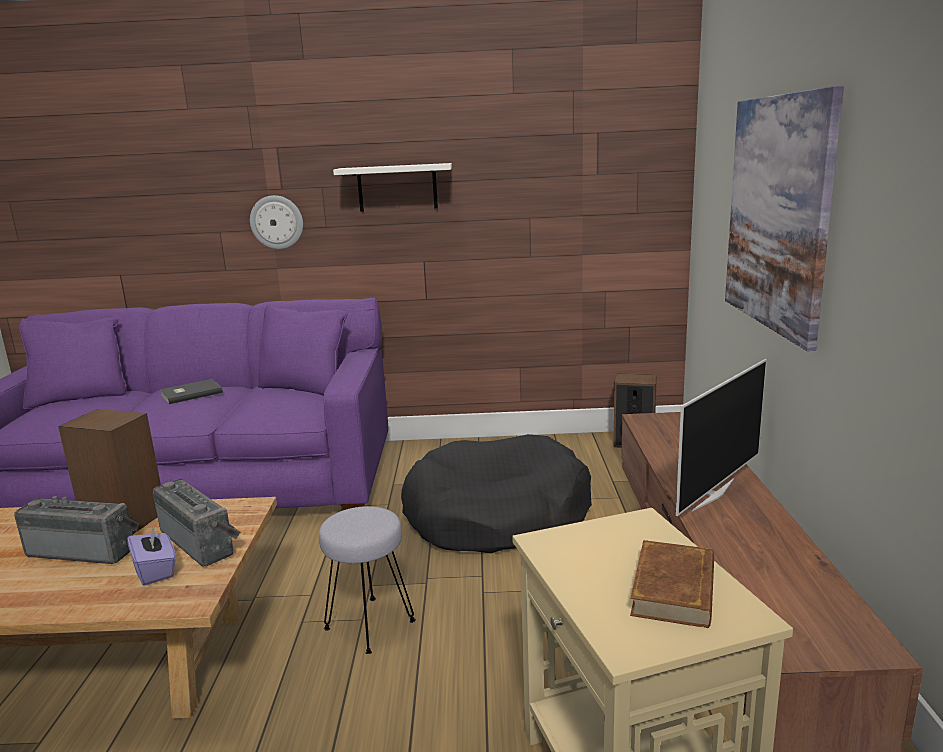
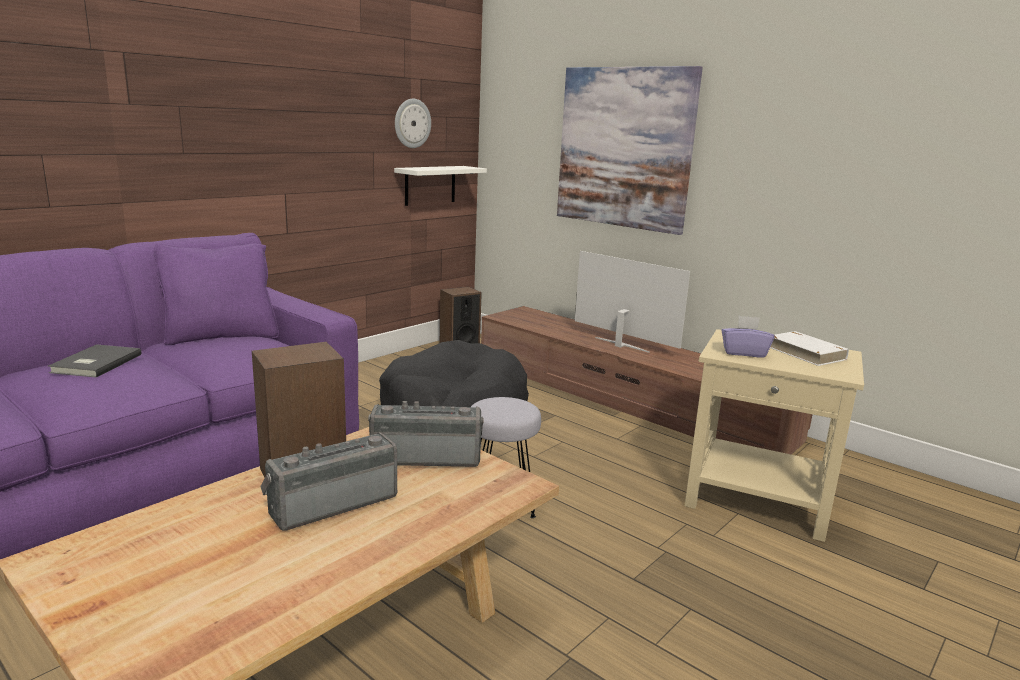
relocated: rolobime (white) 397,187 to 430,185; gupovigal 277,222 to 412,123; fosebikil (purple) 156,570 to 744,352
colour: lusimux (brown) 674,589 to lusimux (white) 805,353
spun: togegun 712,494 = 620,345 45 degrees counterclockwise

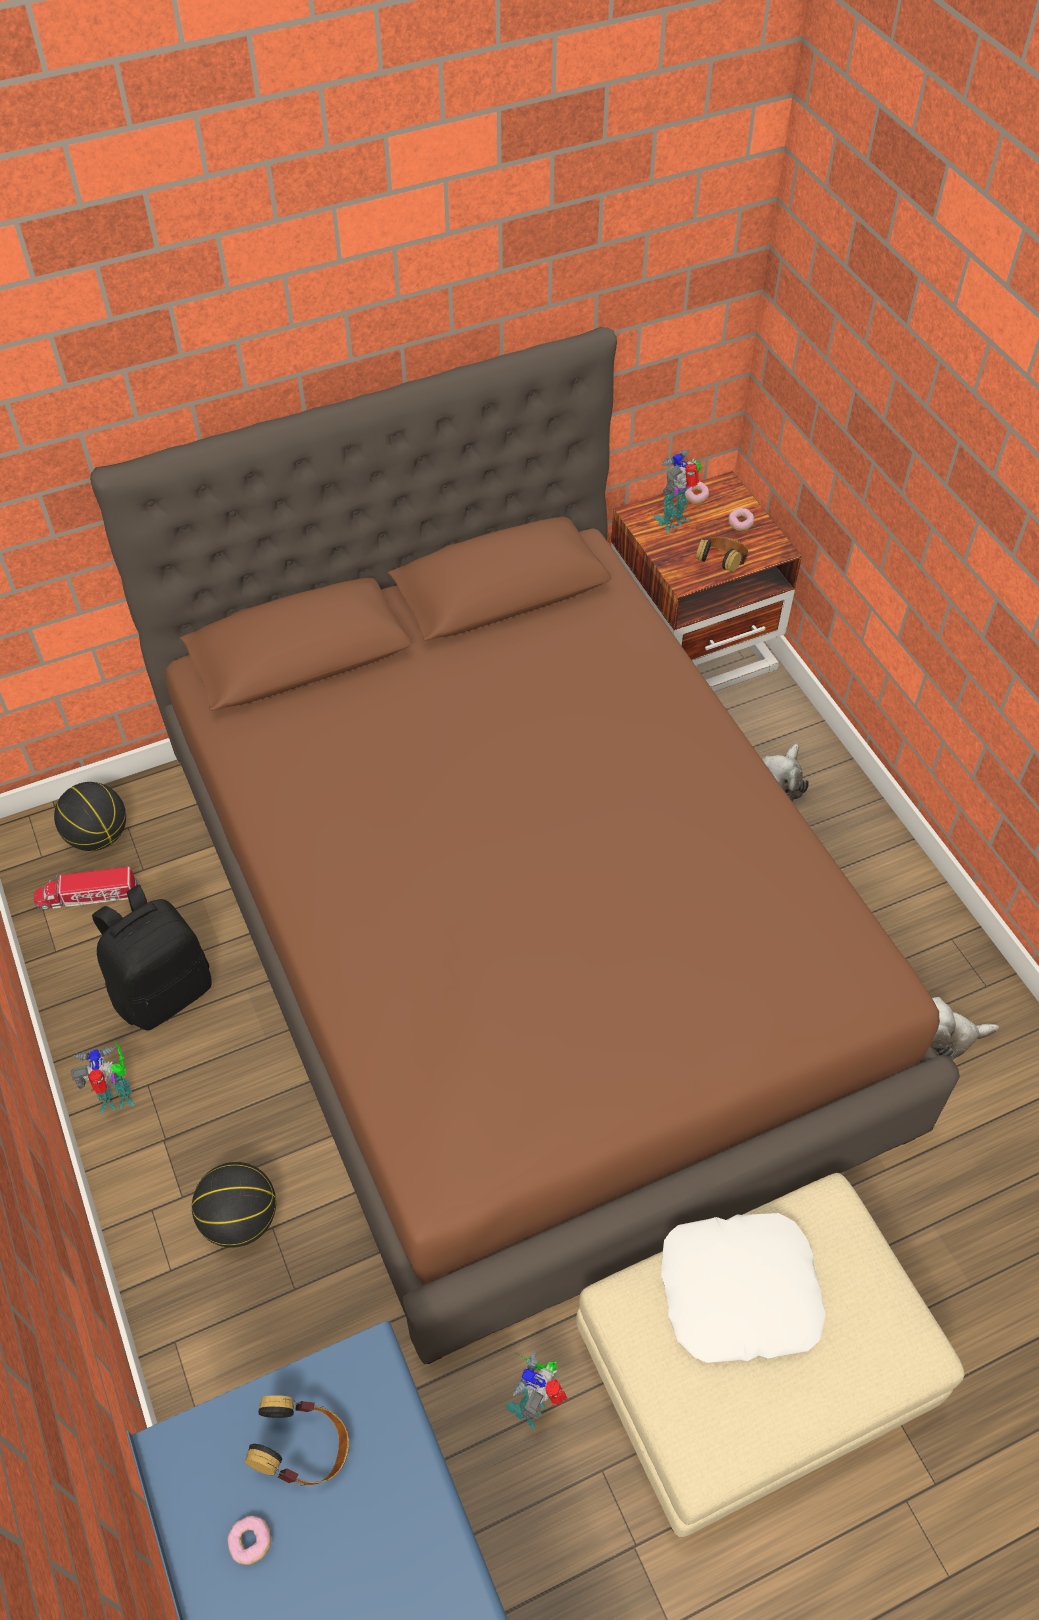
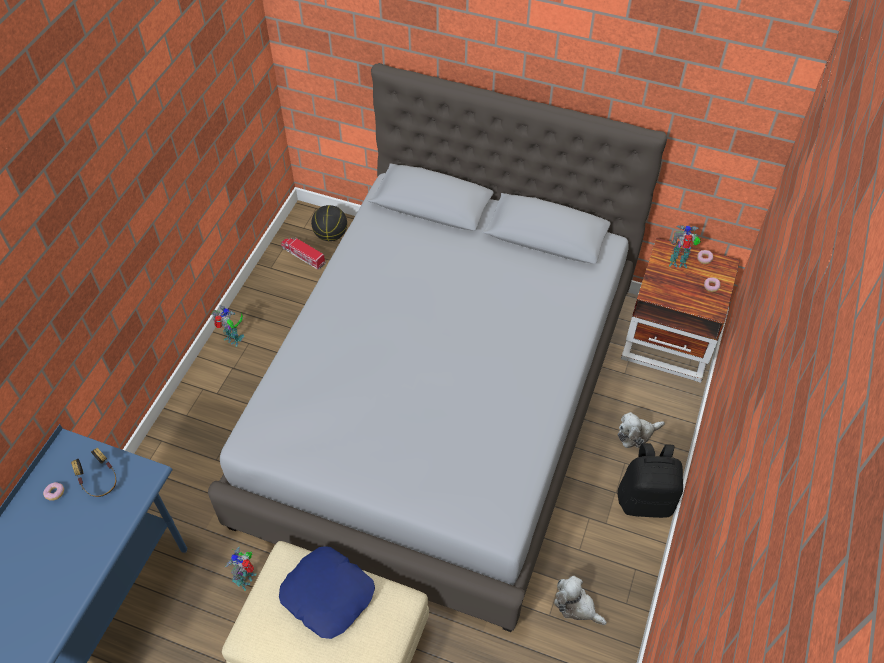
missing: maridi 240,1219; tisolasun 721,566
relocated: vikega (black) 164,990 to 646,499
colour: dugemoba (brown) 519,936 to dugemoba (grey) 443,403; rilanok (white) 739,1291 to rilanok (blue) 328,594
spun: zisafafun 534,1404 = 247,579 45 degrees counterclockwise

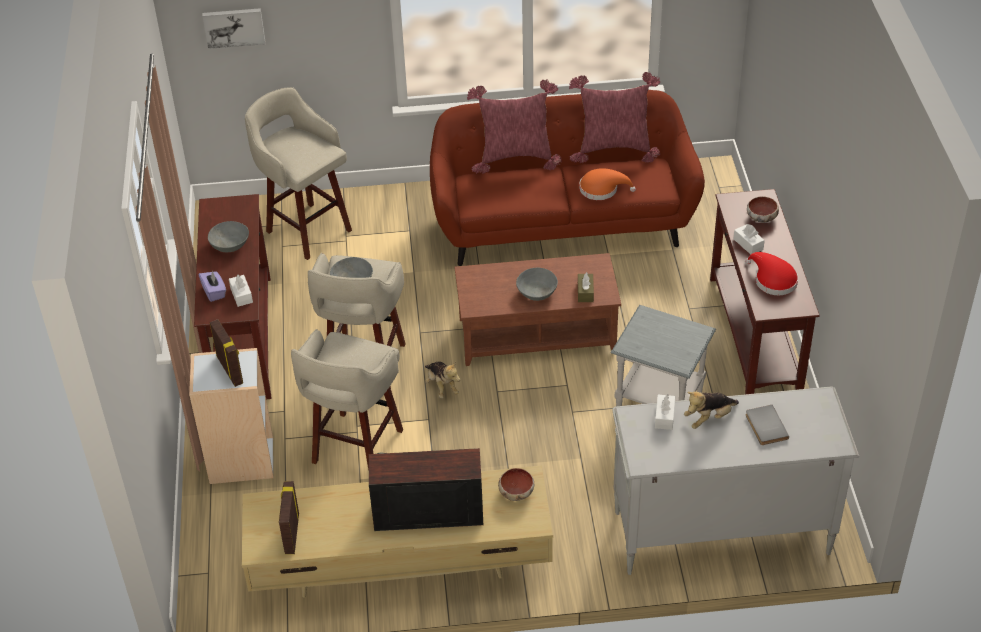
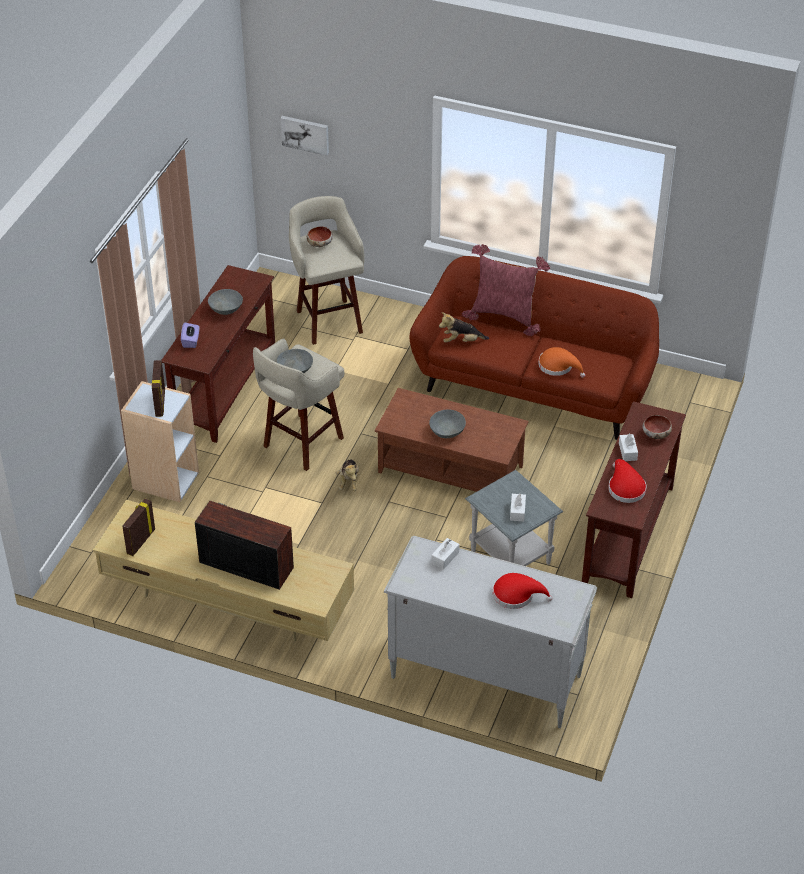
missing: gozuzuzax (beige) 355,449; rilanok (red) 613,154; fosebikil (brown) 585,292
relocated: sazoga 516,492 to 319,243; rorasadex 709,418 to 462,341; fosebikil (white) 241,295 to 517,511
exchanged: lusimux (grey) 765,427 to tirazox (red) 516,595

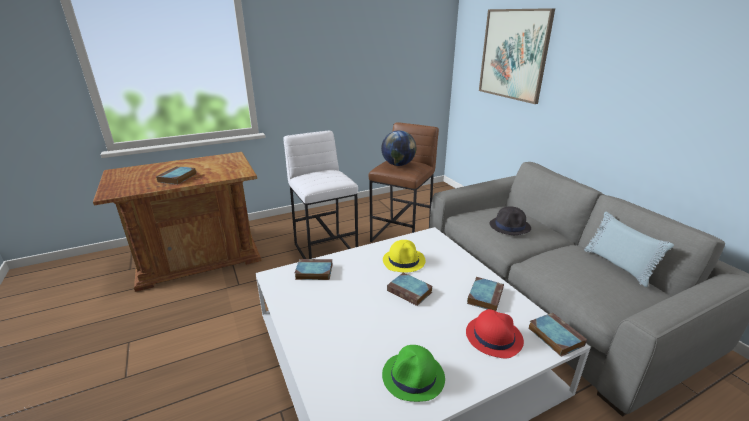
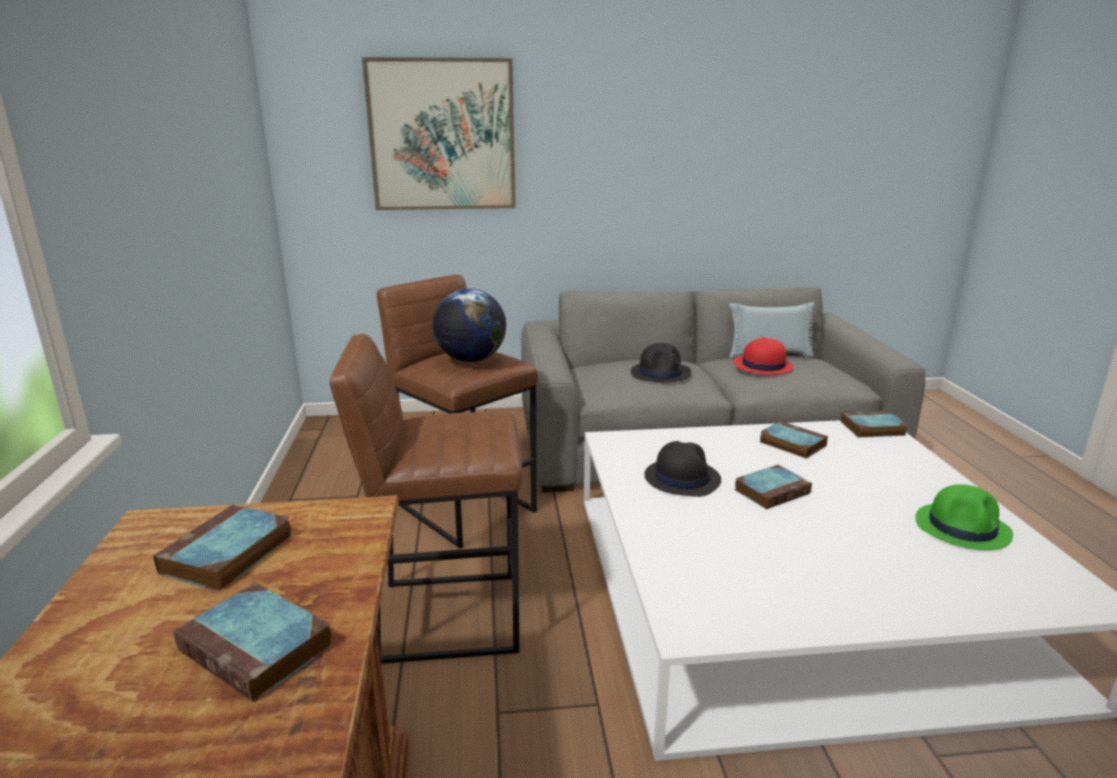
relocated: lusimux 313,272 to 227,555; tirazox (red) 493,336 to 762,366
colour: gozuzuzax (white) 325,250 to gozuzuzax (brown) 446,616; tirazox (yellow) 404,260 to tirazox (black) 681,478

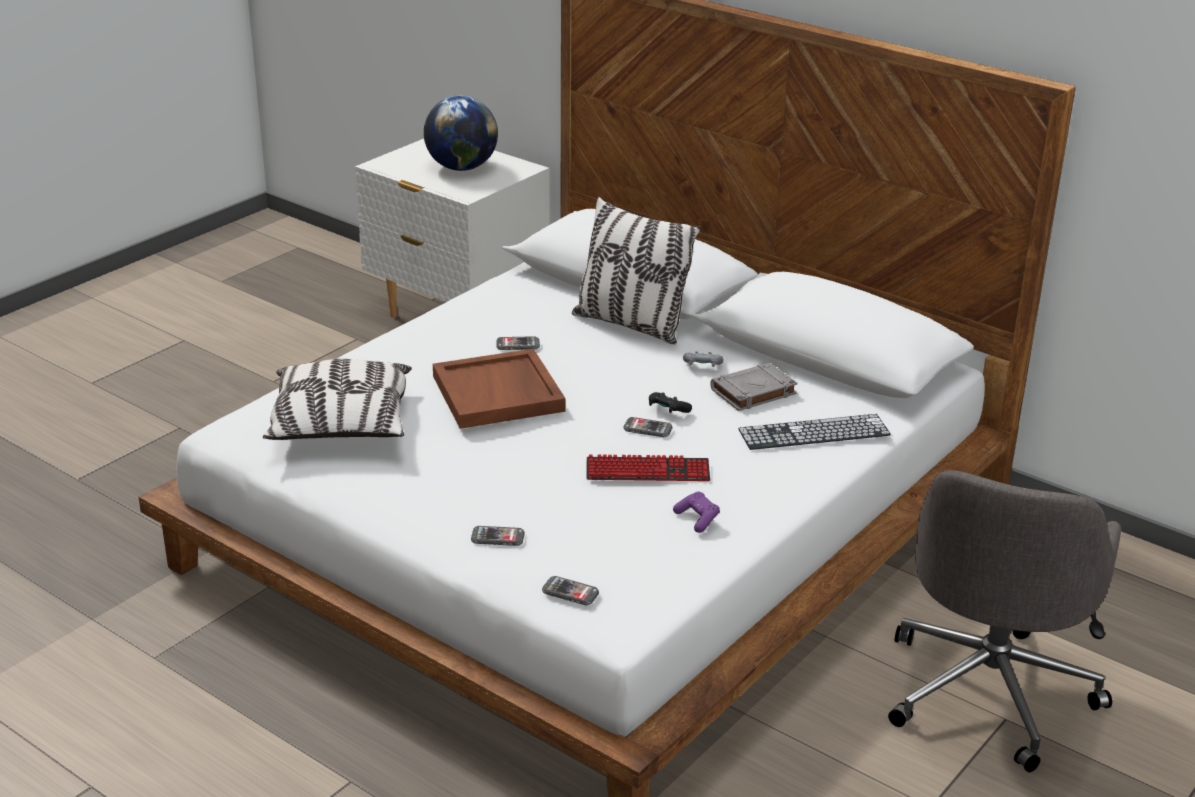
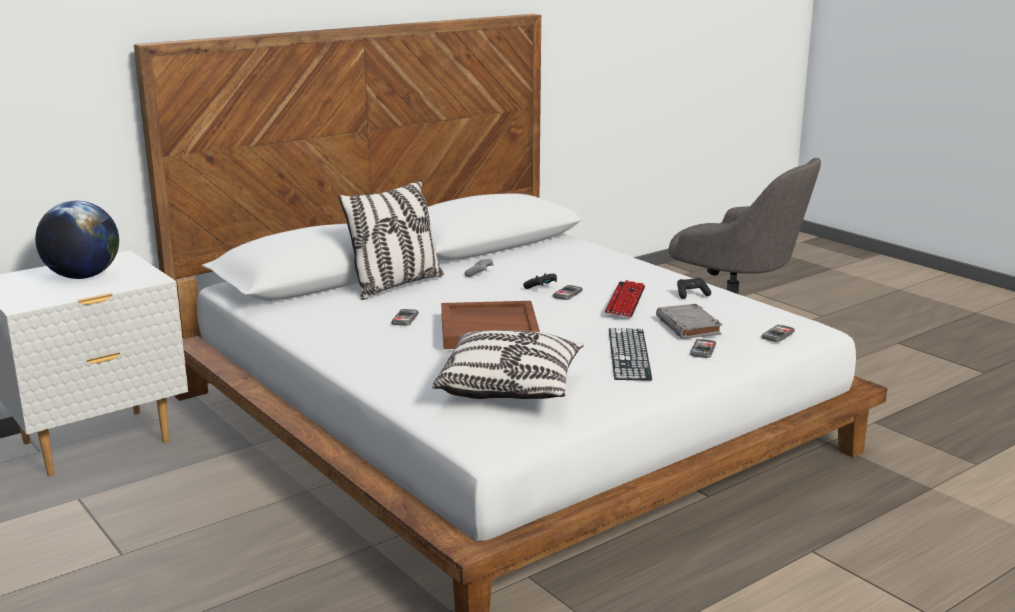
relocated: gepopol 814,432 to 629,354; lusimux (grey) 752,392 to 689,326
colour: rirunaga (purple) 697,519 to rirunaga (black) 691,294

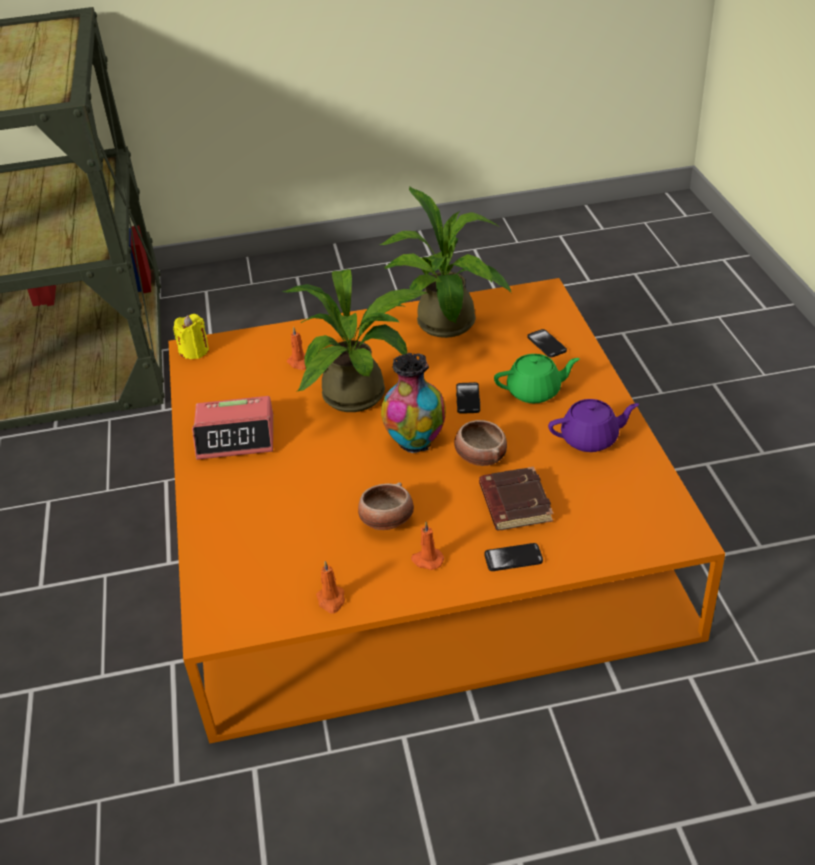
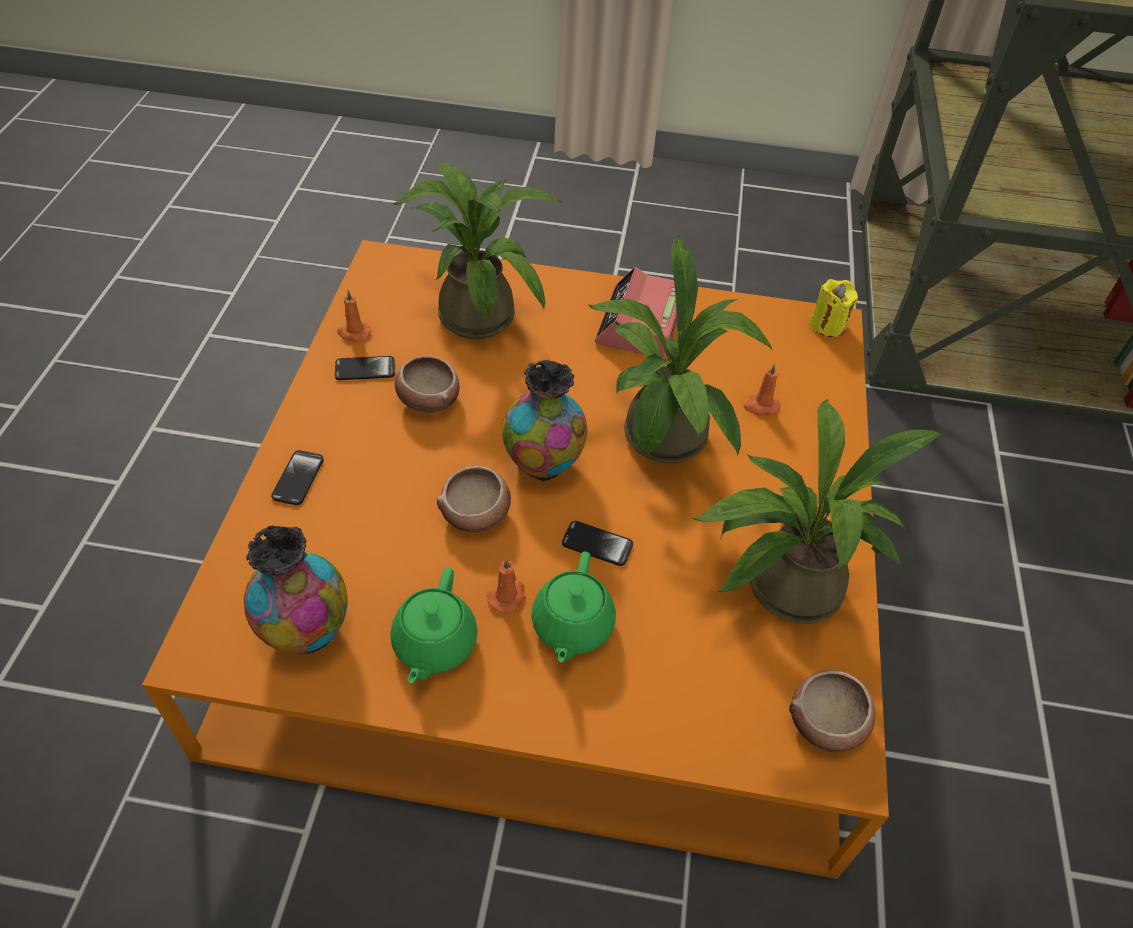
missing: lusimux (brown) 514,503
appeared: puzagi 305,631; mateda 476,310; sazoga 827,722
relocated: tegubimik 546,344 to 365,369; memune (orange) 427,560 to 508,596
colour: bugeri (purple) 591,439 to bugeri (green) 434,644

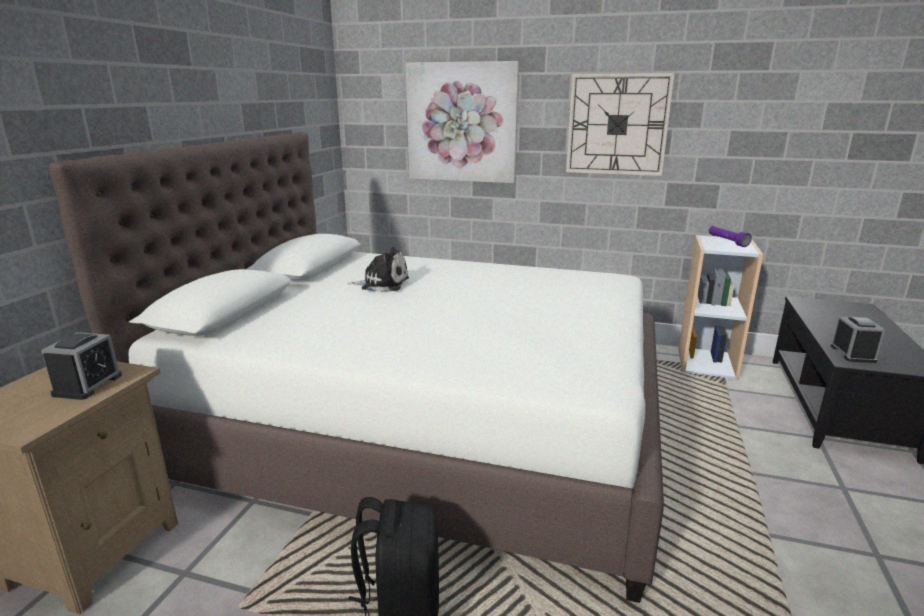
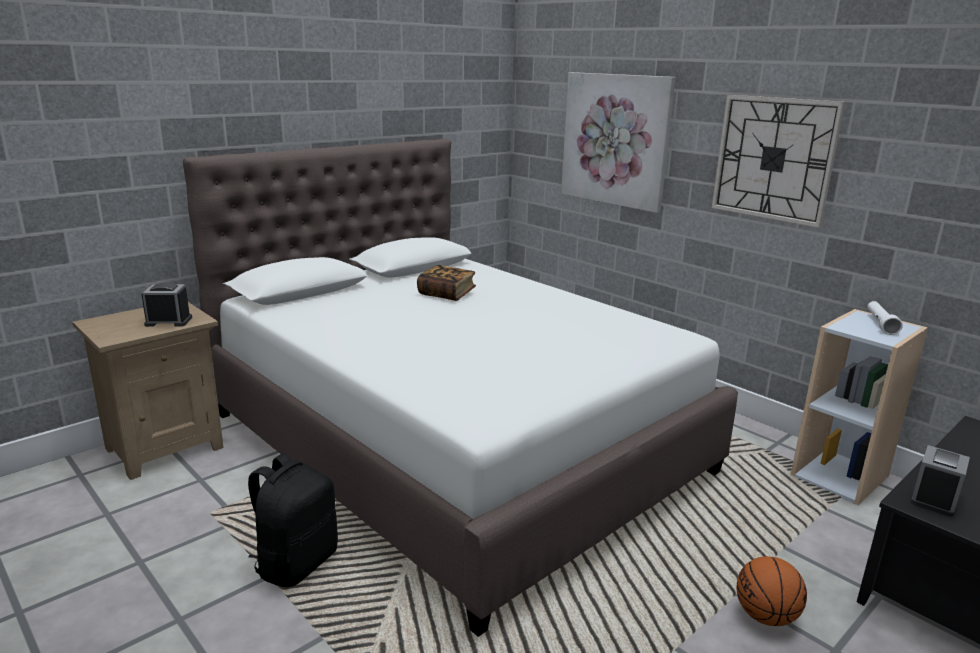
appeared: maridi 766,616
exchanged: rorasadex 382,284 to lusimux 446,294
colour: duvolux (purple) 727,241 to duvolux (white) 880,324
spun: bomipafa 88,385 = 168,321 135 degrees counterclockwise

